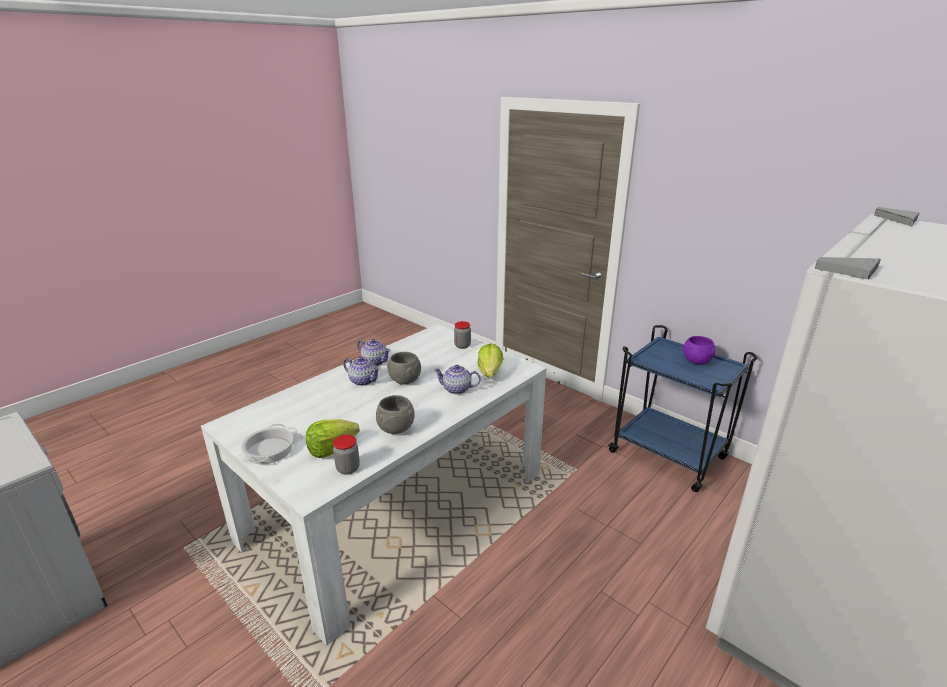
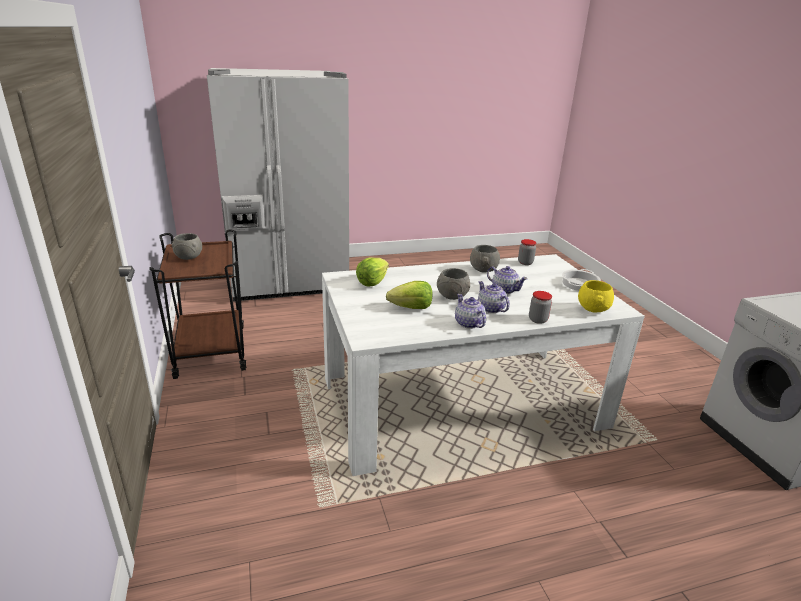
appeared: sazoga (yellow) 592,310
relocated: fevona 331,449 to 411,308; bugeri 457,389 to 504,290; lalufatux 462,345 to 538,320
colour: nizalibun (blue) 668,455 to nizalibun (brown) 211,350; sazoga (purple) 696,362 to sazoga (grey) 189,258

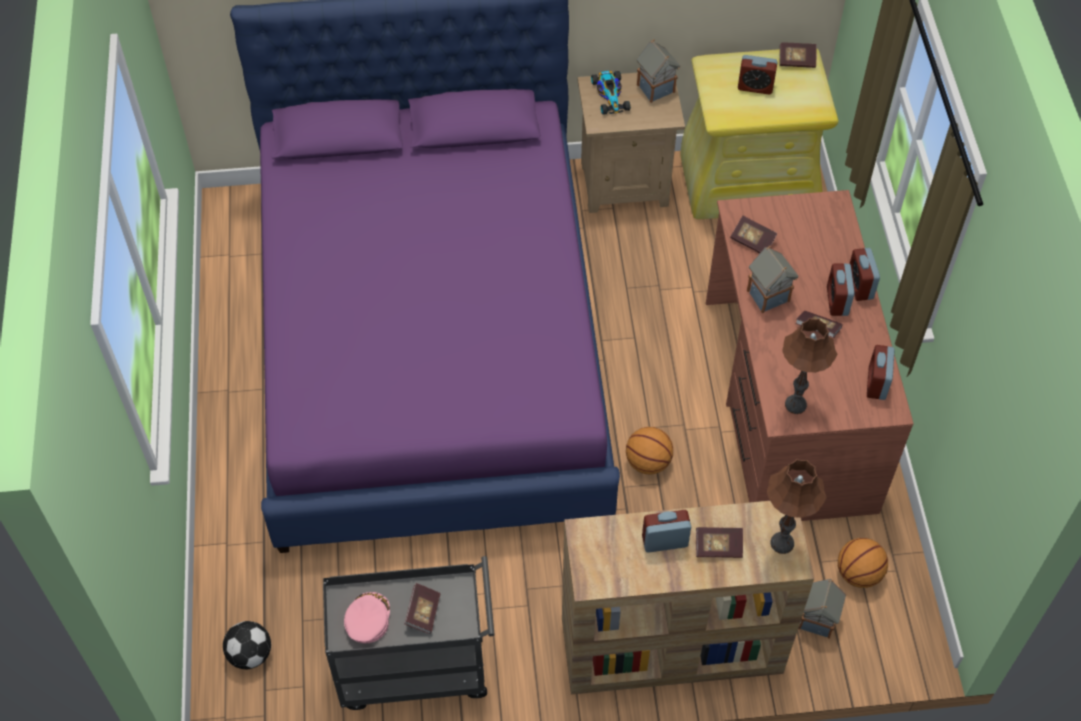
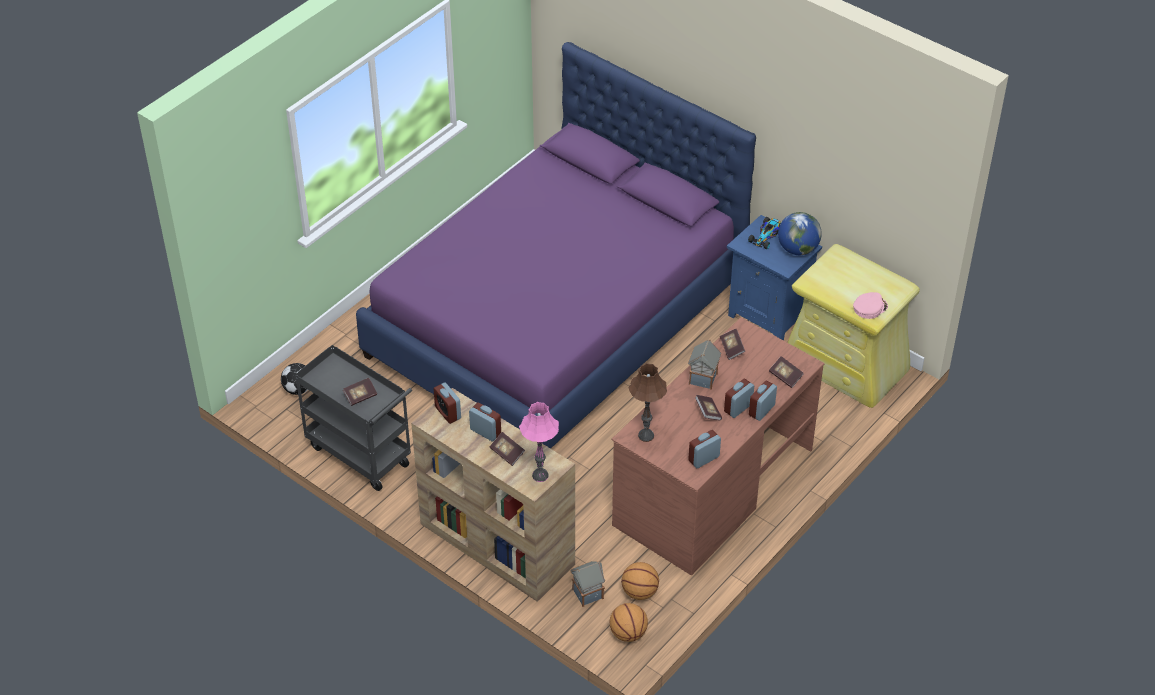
relocated: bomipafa 755,87 to 448,413; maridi 647,462 to 627,633; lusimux 796,61 to 785,376; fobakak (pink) 367,619 to 869,308
exchanged: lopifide 656,89 to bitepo 798,249
colour: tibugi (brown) 782,543 to tibugi (pink) 540,476; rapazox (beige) 626,186 to rapazox (blue) 768,316

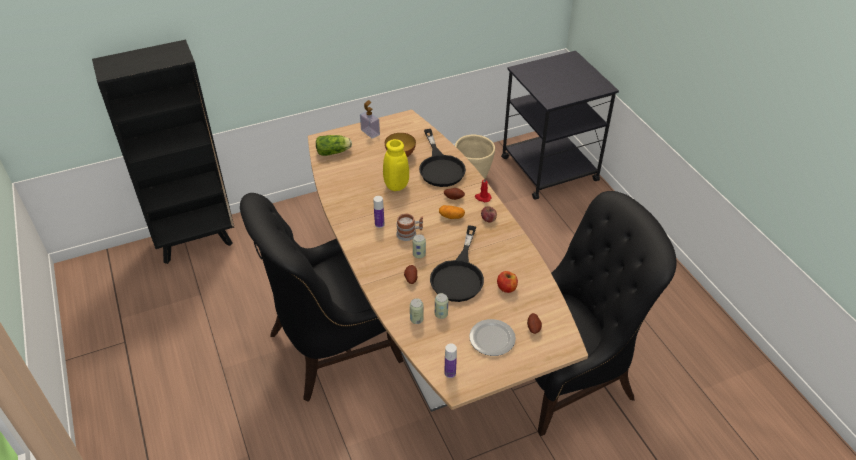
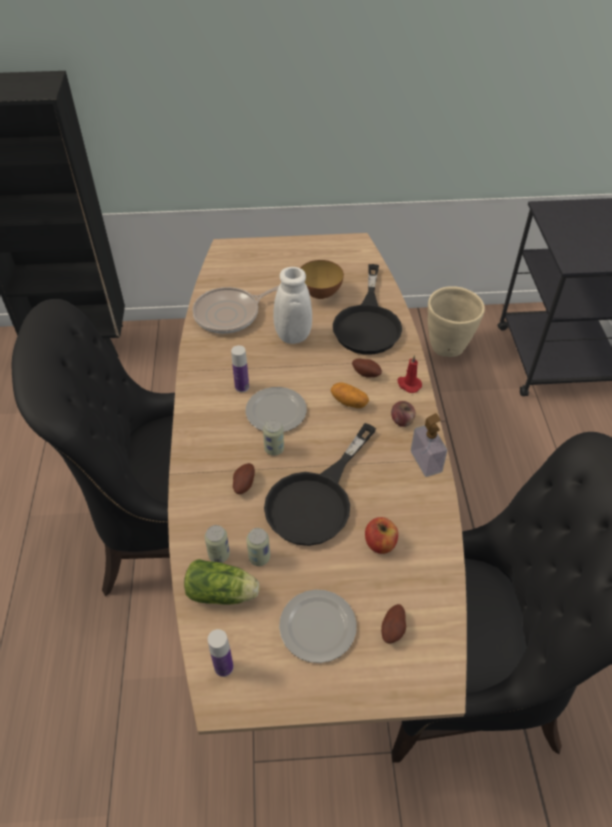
appeared: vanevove 230,314
relocated: fevona 334,152 to 224,593; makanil 370,132 to 426,461
exchanged: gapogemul 409,233 to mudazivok 276,412
colour: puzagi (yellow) 395,187 to puzagi (white) 291,338

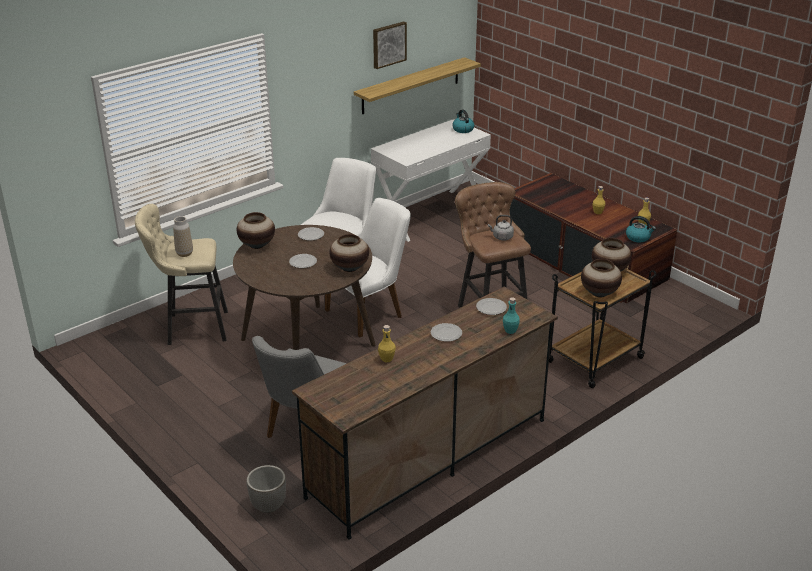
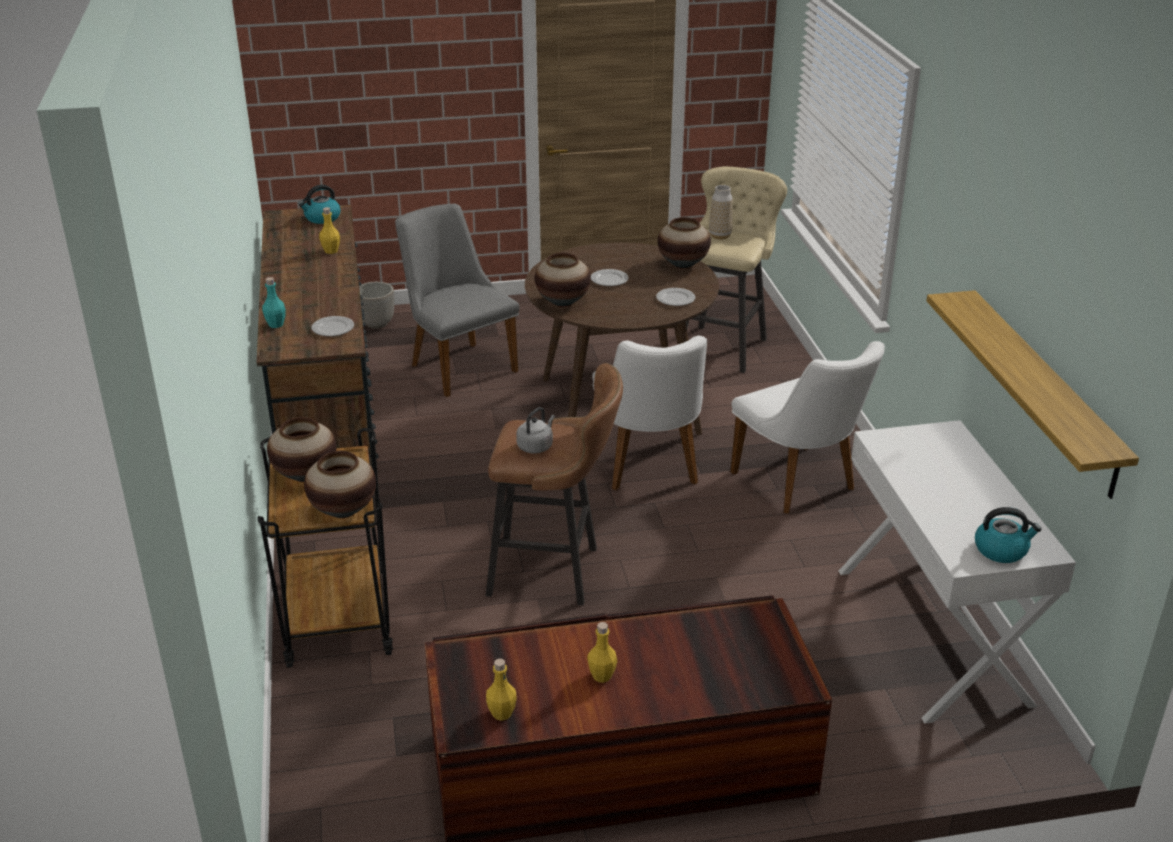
missing: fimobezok 388,44; mudazivok 446,334
relocated: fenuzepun 638,237 to 322,218

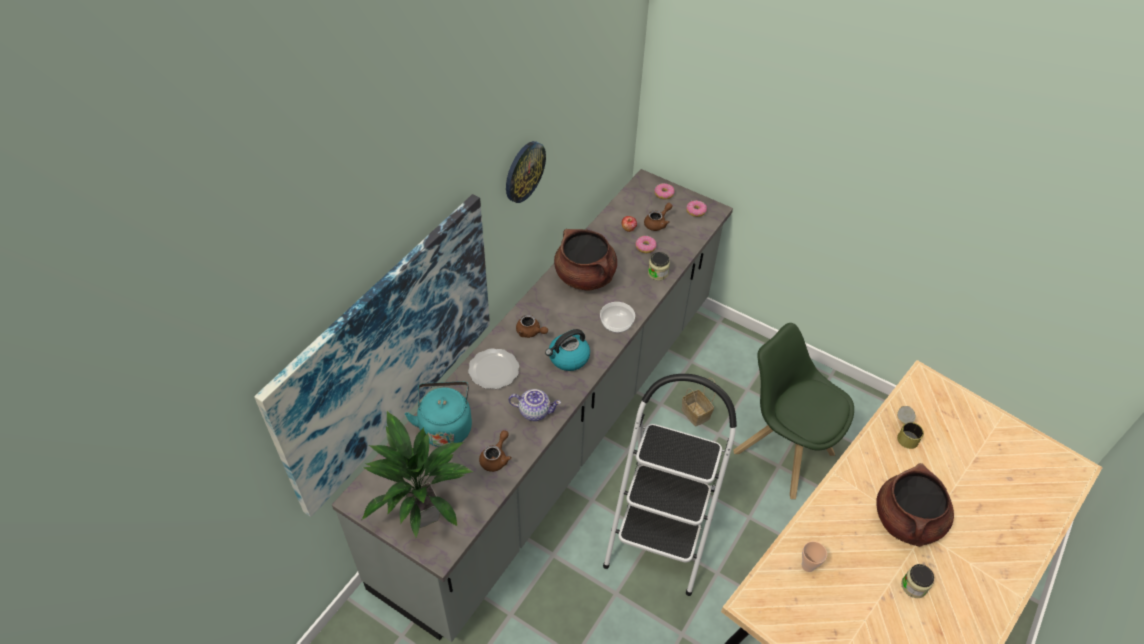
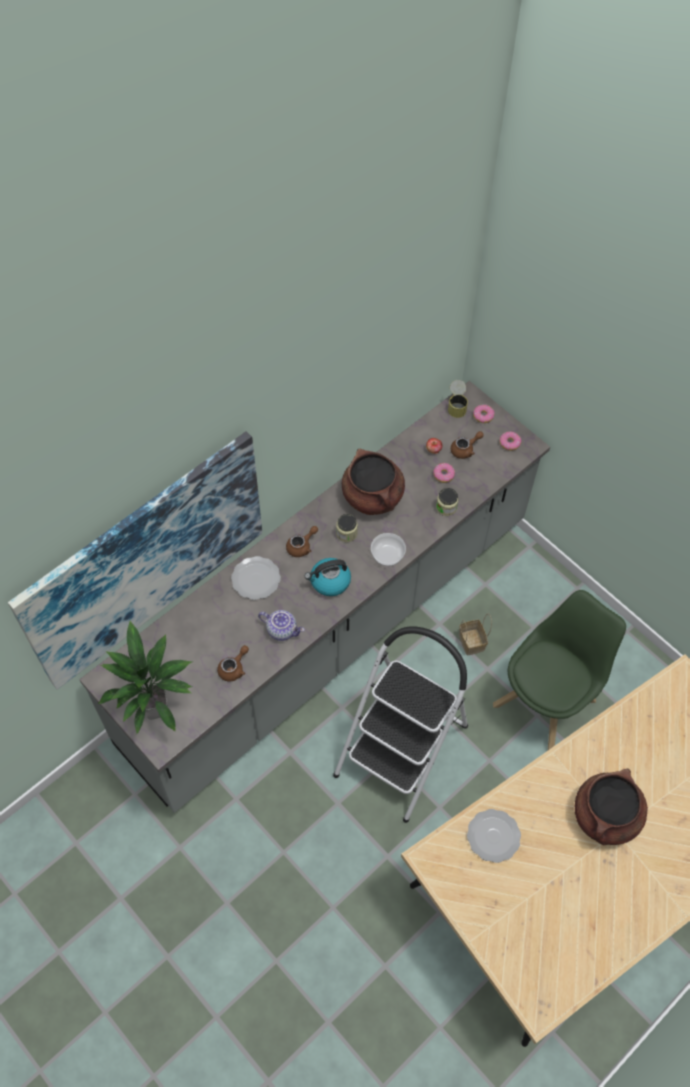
missing: fenuzepun (turquoise) 445,426; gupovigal 524,171
relocated: lalufatux 914,586 to 346,533; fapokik 904,434 to 457,405
exchanged: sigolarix 808,565 to mudazivok 493,835
spun: bugeri (brown) 530,332 = 301,546 90 degrees counterclockwise; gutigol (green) 782,453 = 545,703 75 degrees clockwise

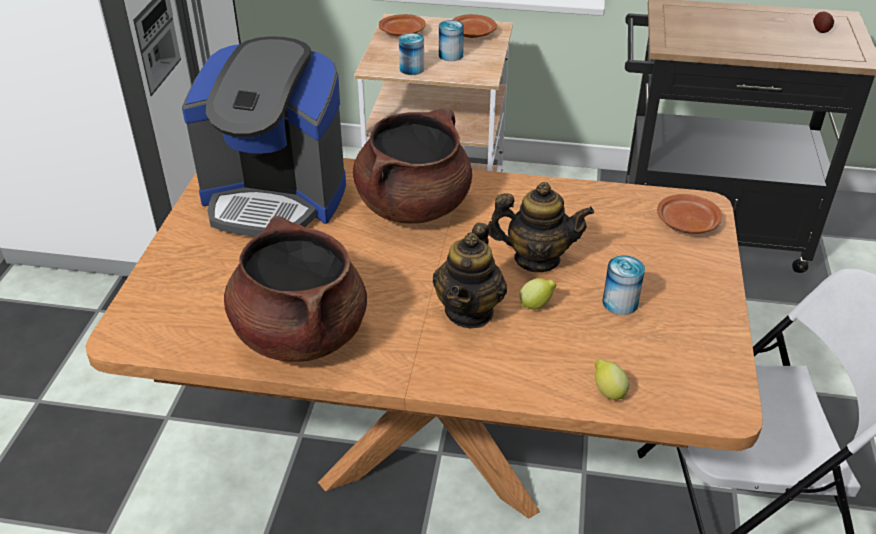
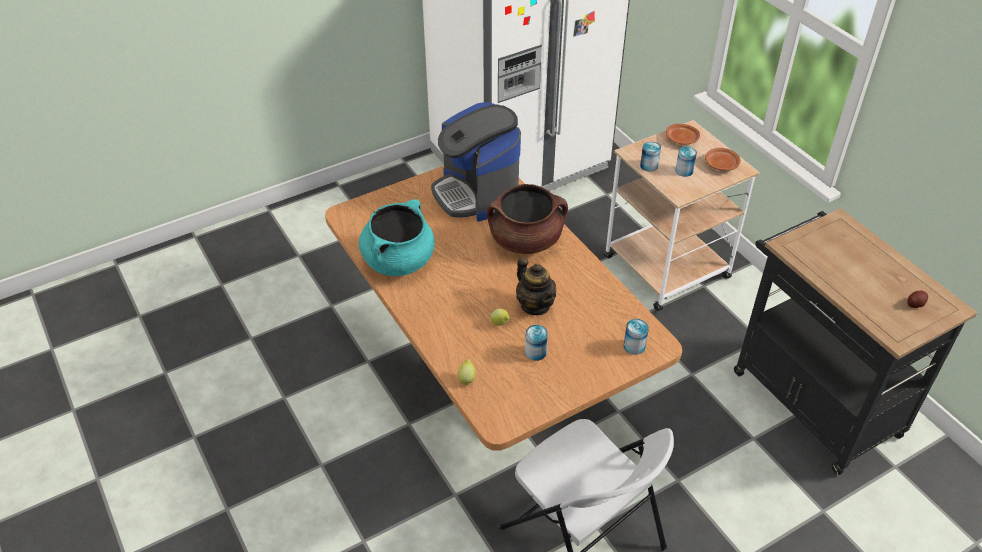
missing: bugeri 469,311
exchanged: mudazivok (brown) 686,223 to fapokik 634,346
colour: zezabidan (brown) 300,333 to zezabidan (turquoise) 398,261

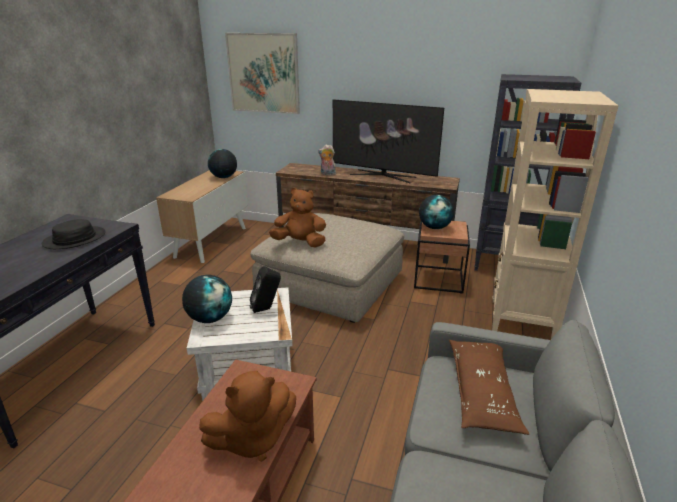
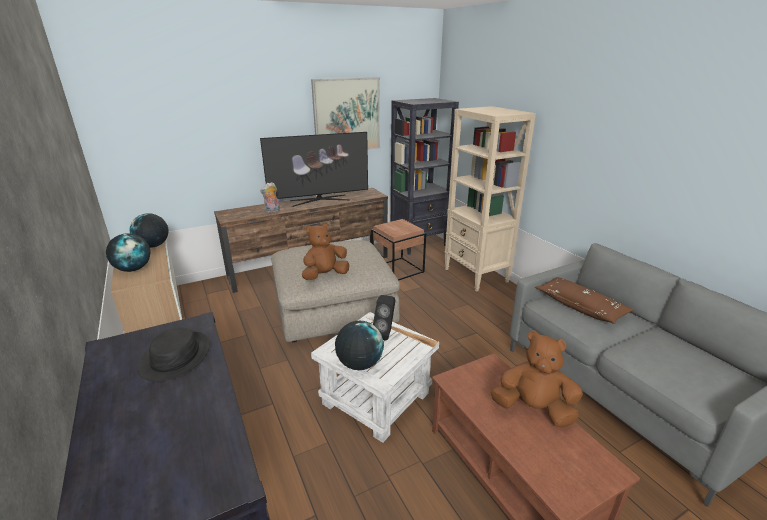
relocated: bitepo 434,227 to 133,269; fimobezok 263,73 to 347,115
spun: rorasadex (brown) 252,440 = 533,409 90 degrees counterclockwise

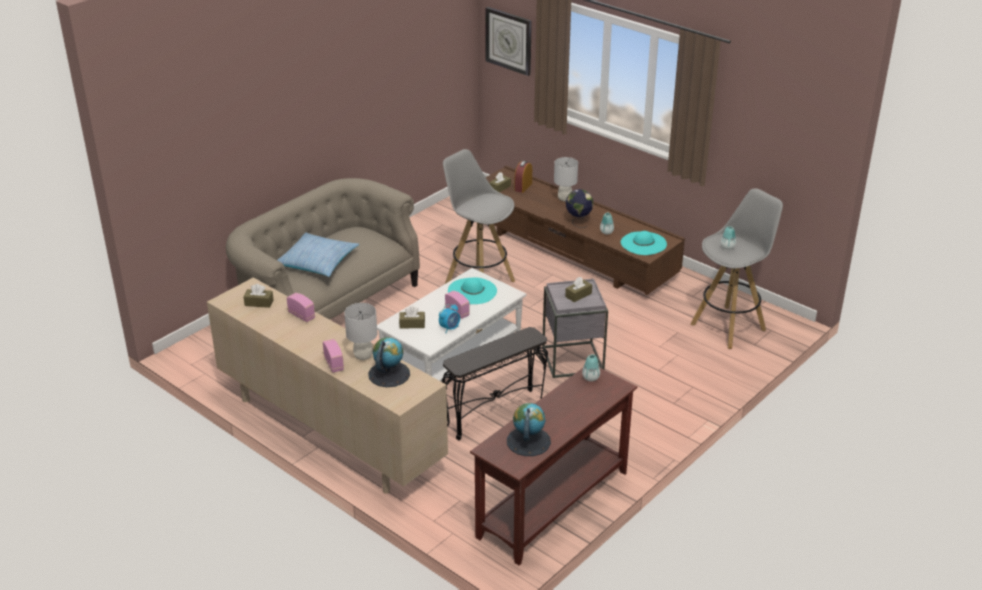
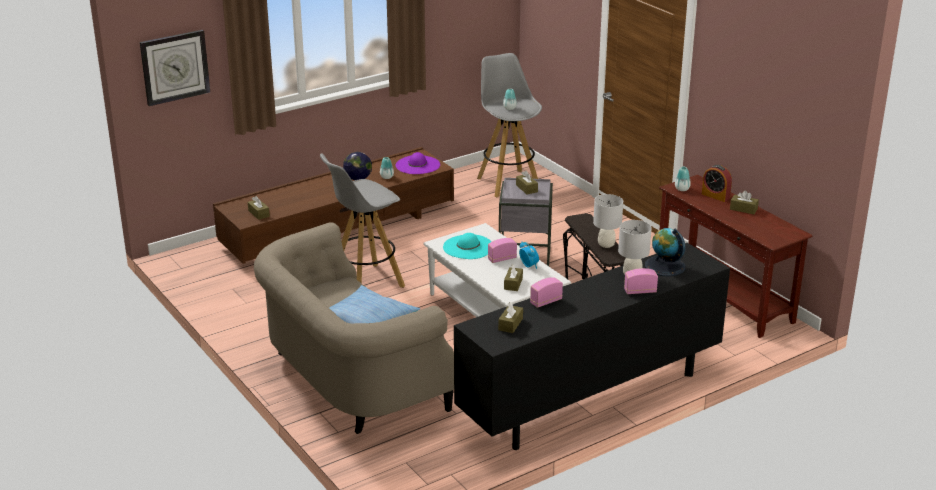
missing: bitepo 528,441
appeared: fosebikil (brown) 743,209
relocated: tibugi (grey) 565,199 to 605,245; bomipafa 523,187 to 715,196
colour: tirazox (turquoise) 643,243 to tirazox (purple) 417,165; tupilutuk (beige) 328,433 to tupilutuk (black) 592,399

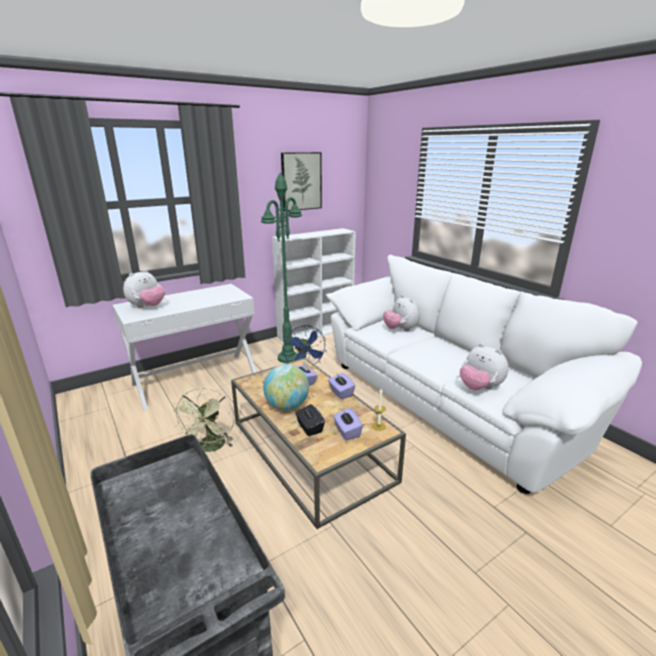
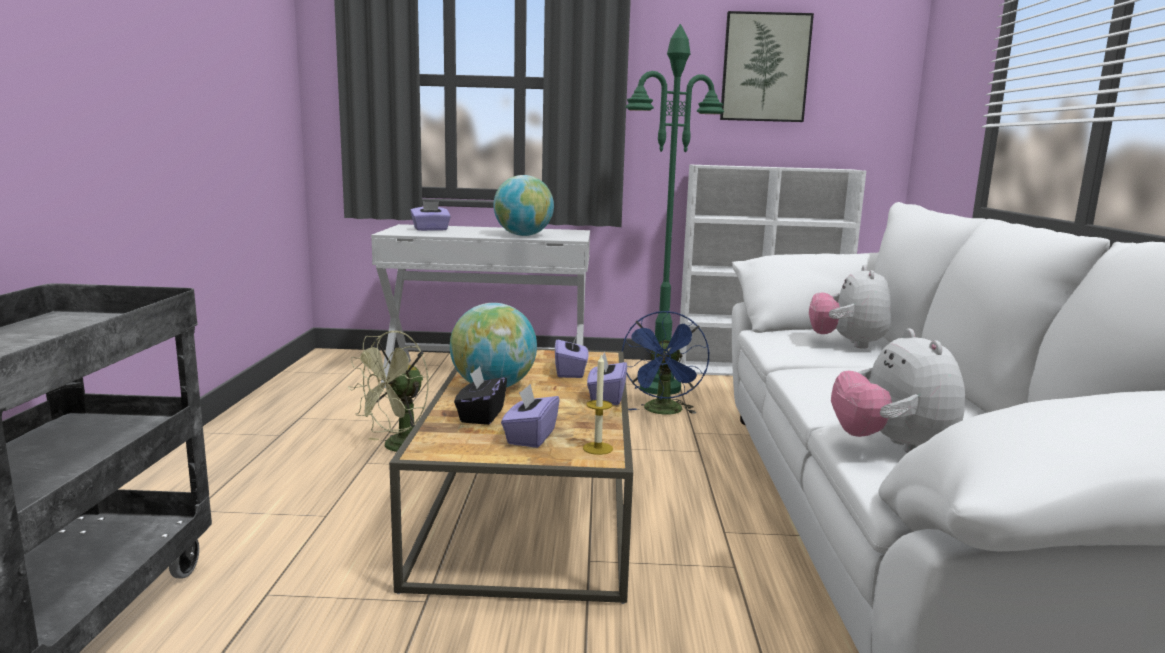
appeared: bitepo 523,235
exchanged: rorasadex 147,307 to fosebikil (purple) 431,229

